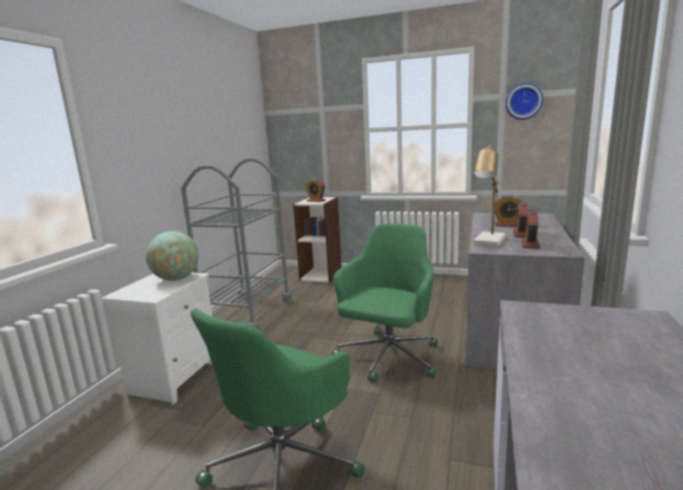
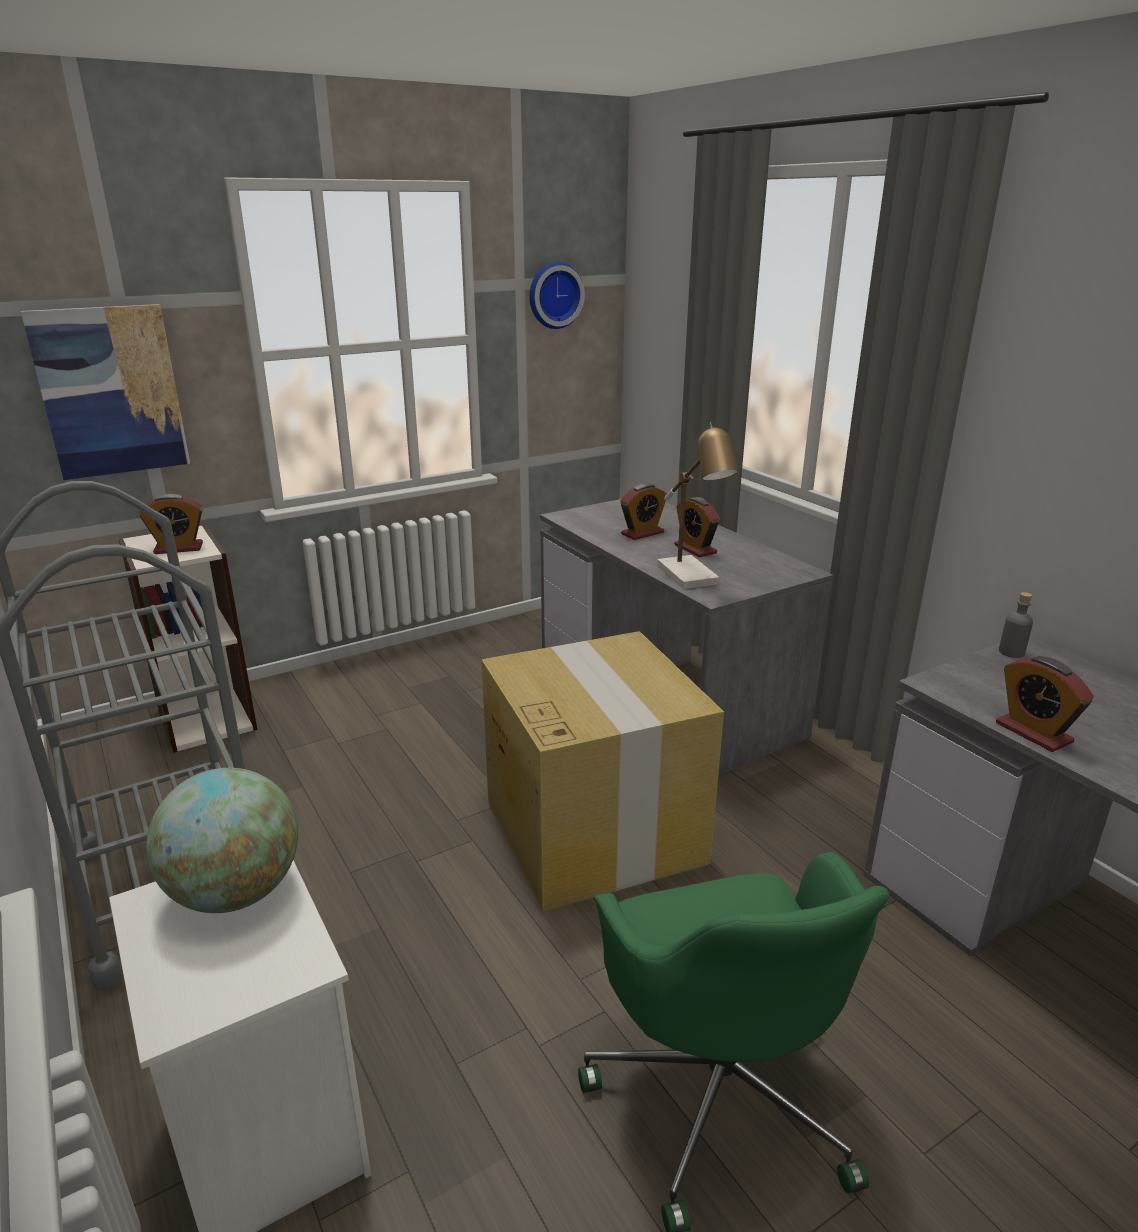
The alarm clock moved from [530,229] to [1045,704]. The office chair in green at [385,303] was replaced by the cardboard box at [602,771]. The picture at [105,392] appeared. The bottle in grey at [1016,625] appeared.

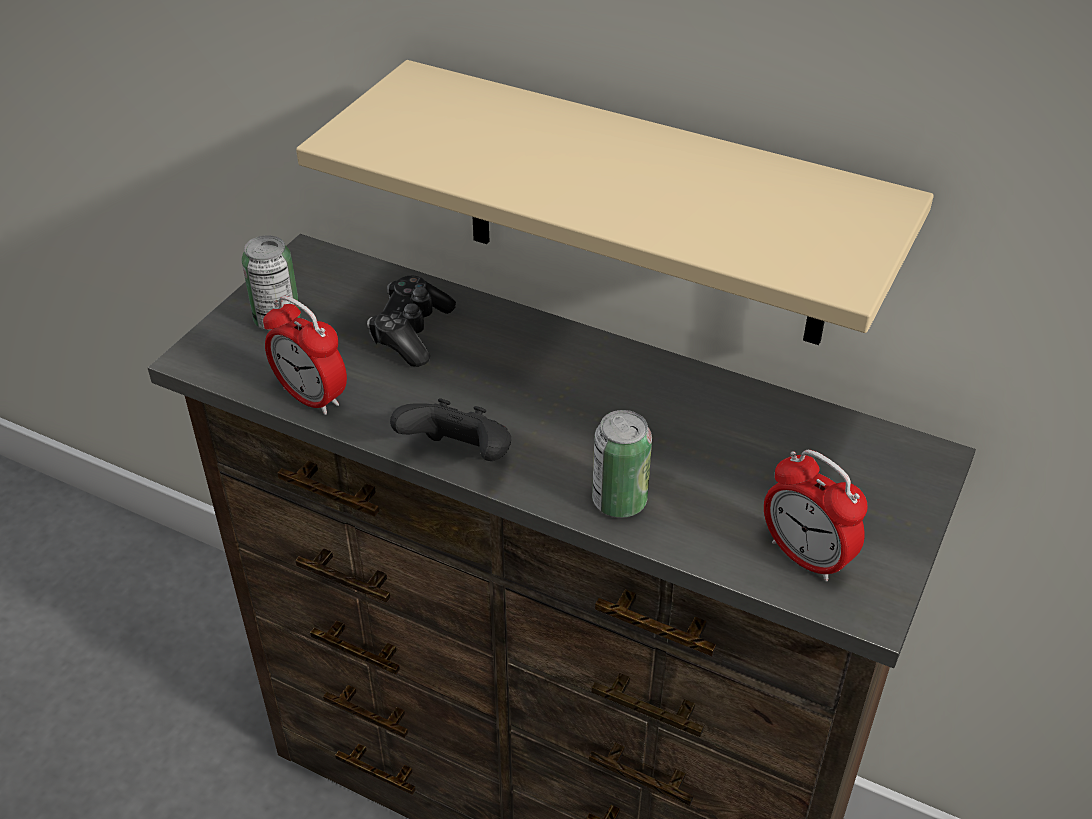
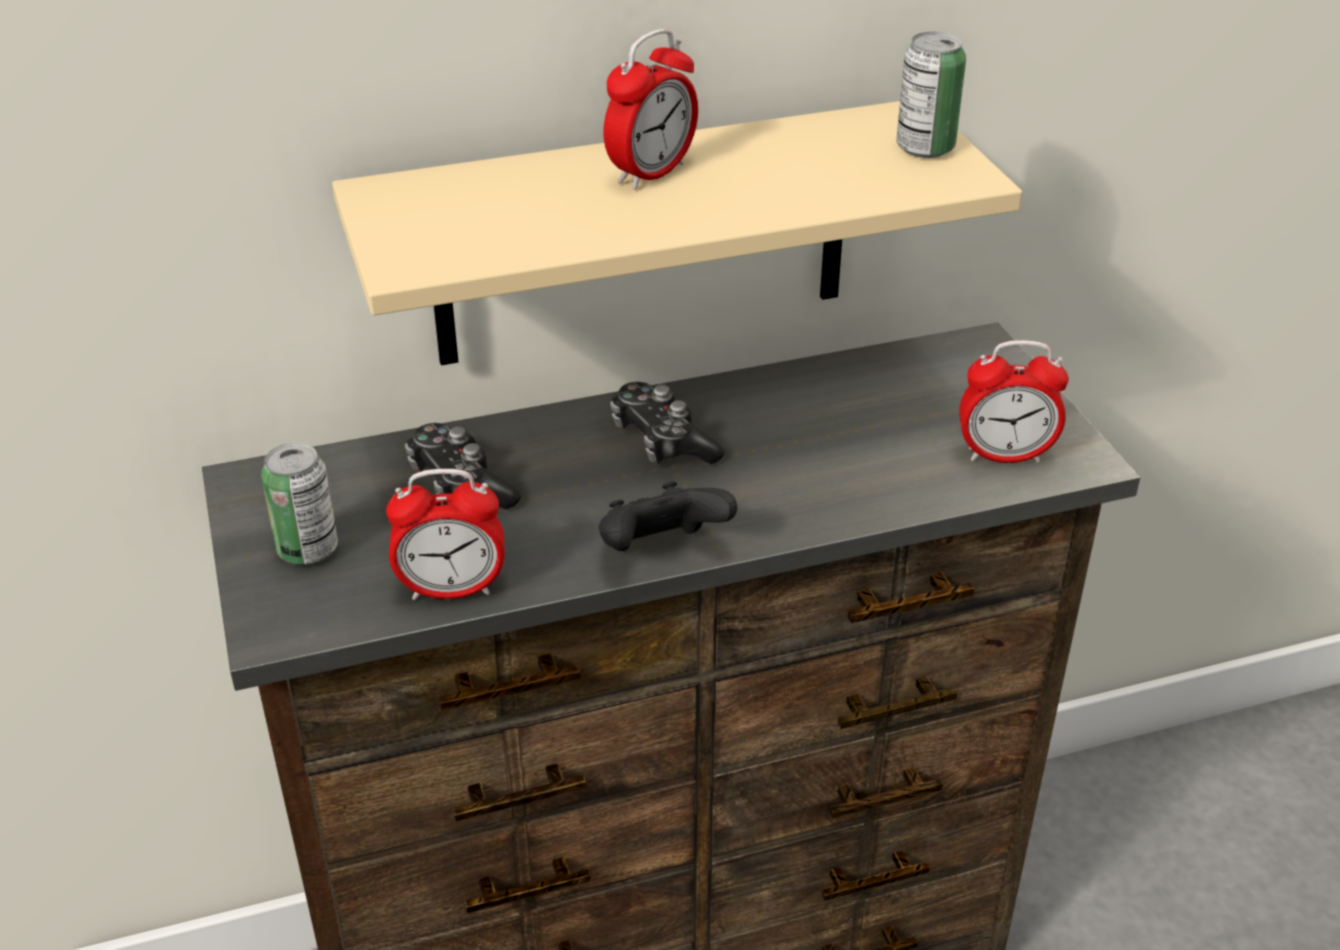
The can moved from [622,464] to [931,94]. The alarm clock at [650,109] appeared. The game controller at [667,423] appeared.

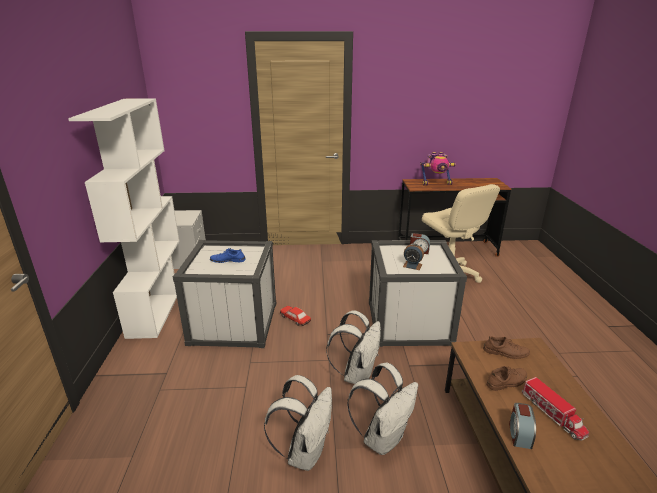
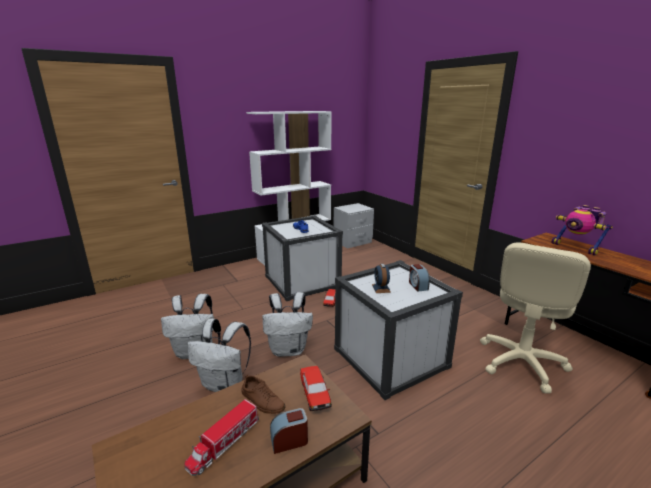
The shoe in brown at [506,347] was replaced by the toy car at [316,388]. The alarm clock moved from [522,426] to [289,431].

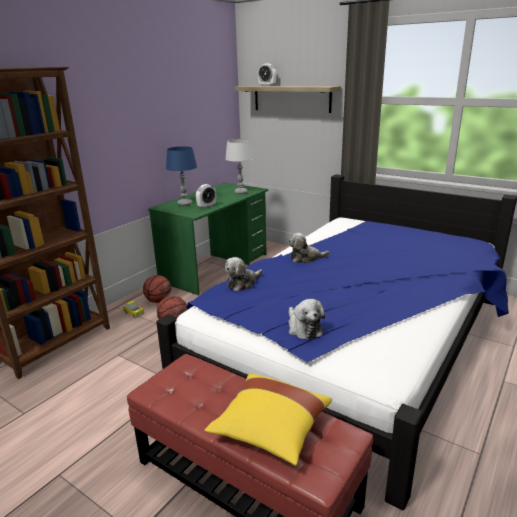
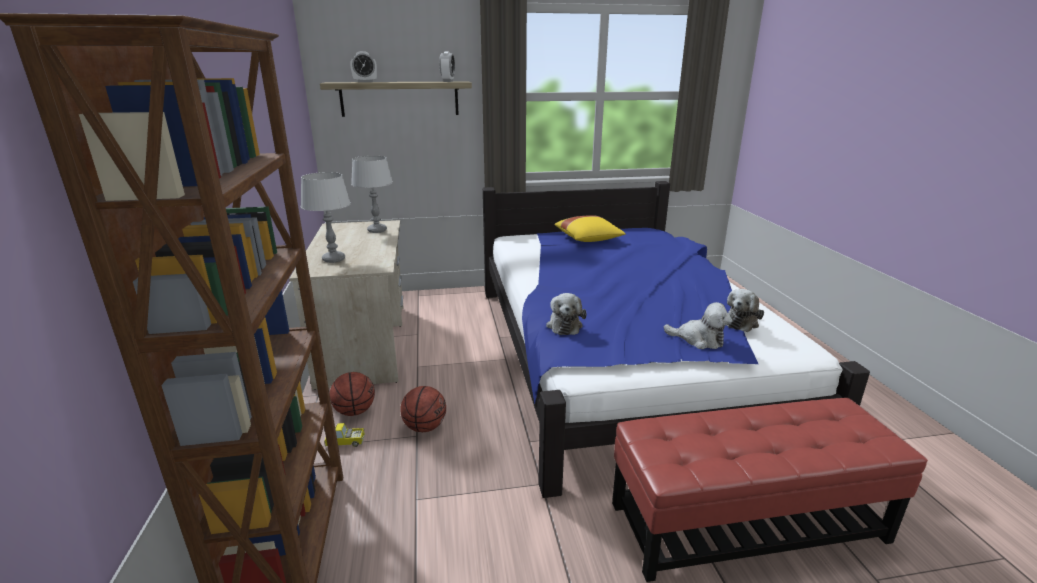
The table lamp in blue at [181,176] became the table lamp in grey at [326,217]. The desk in green at [208,239] became the desk in beige at [346,305]. The alarm clock moved from [206,196] to [447,67]. The plush toy moved from [309,248] to [745,310]. The pillow in yellow moved from [268,420] to [590,228].

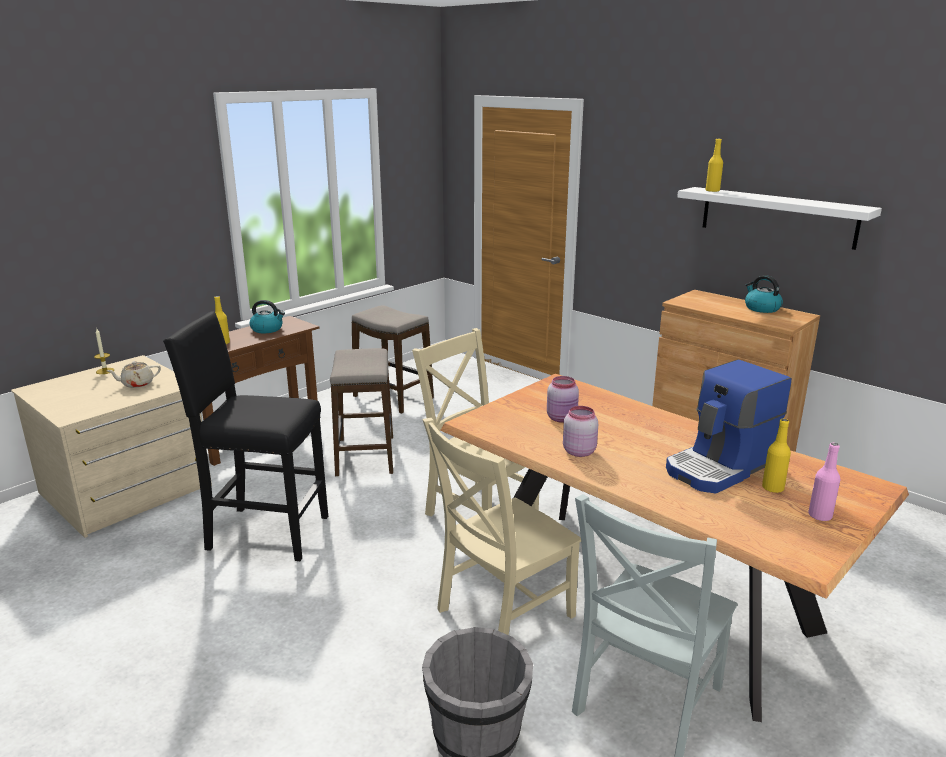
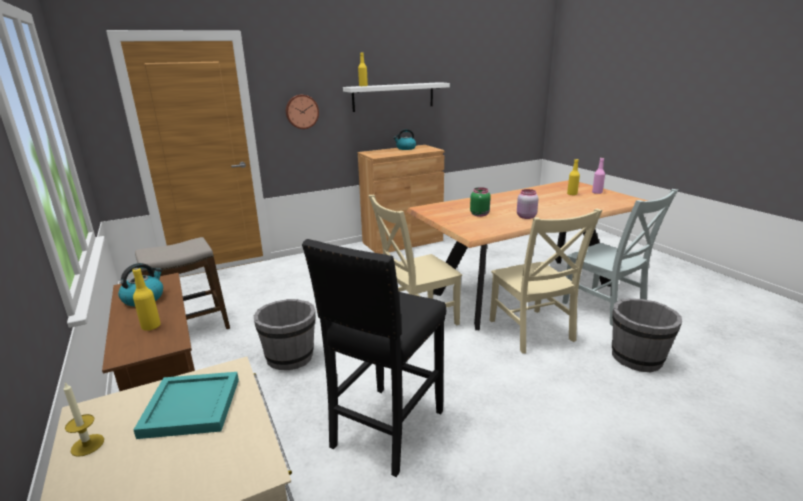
The stool at [361,412] was replaced by the bucket in grey at [284,334]. The coffee machine at [729,426] disappeared. The teapot in beige at [133,374] was replaced by the tray in turquoise at [186,405]. The jar in pink at [563,399] became the jar in green at [480,202]. The wall clock at [302,112] appeared.

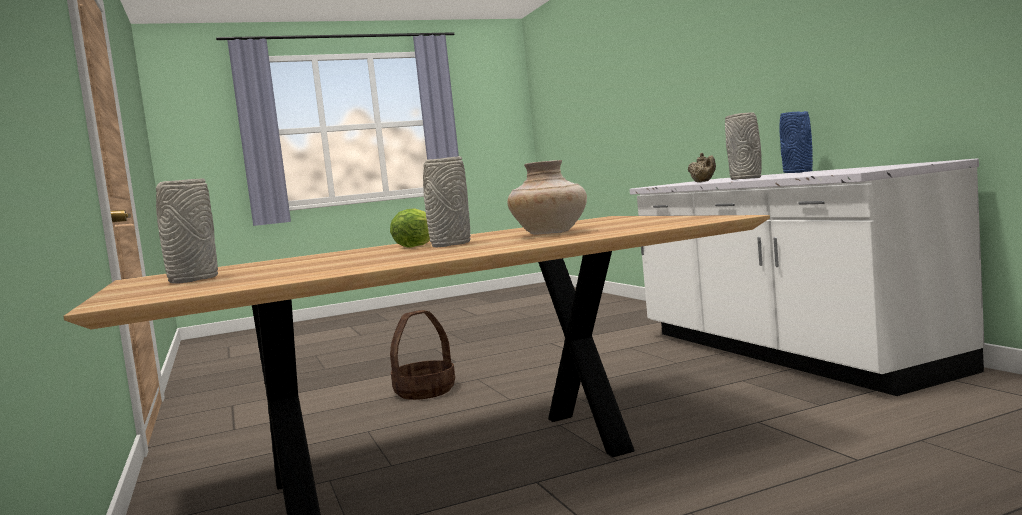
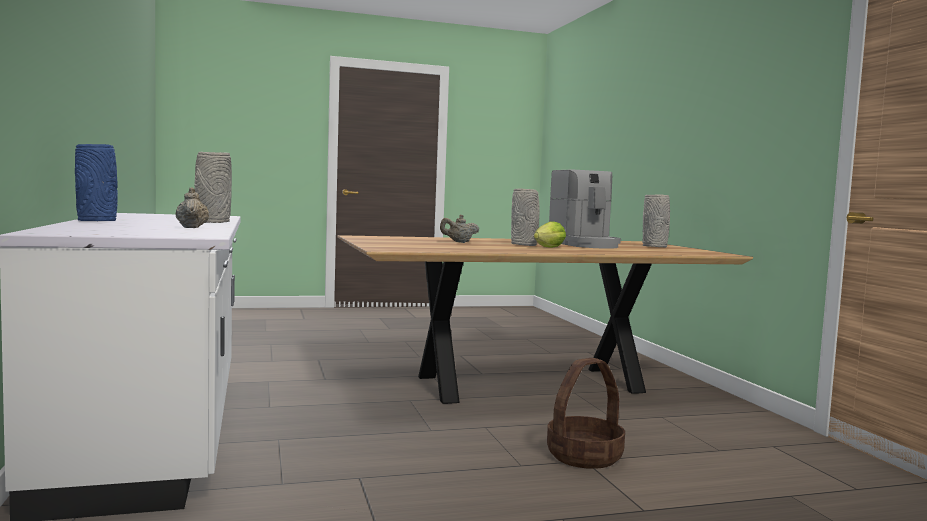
The vase in beige at [547,197] was replaced by the teapot in beige at [459,229]. The coffee machine at [585,209] appeared.

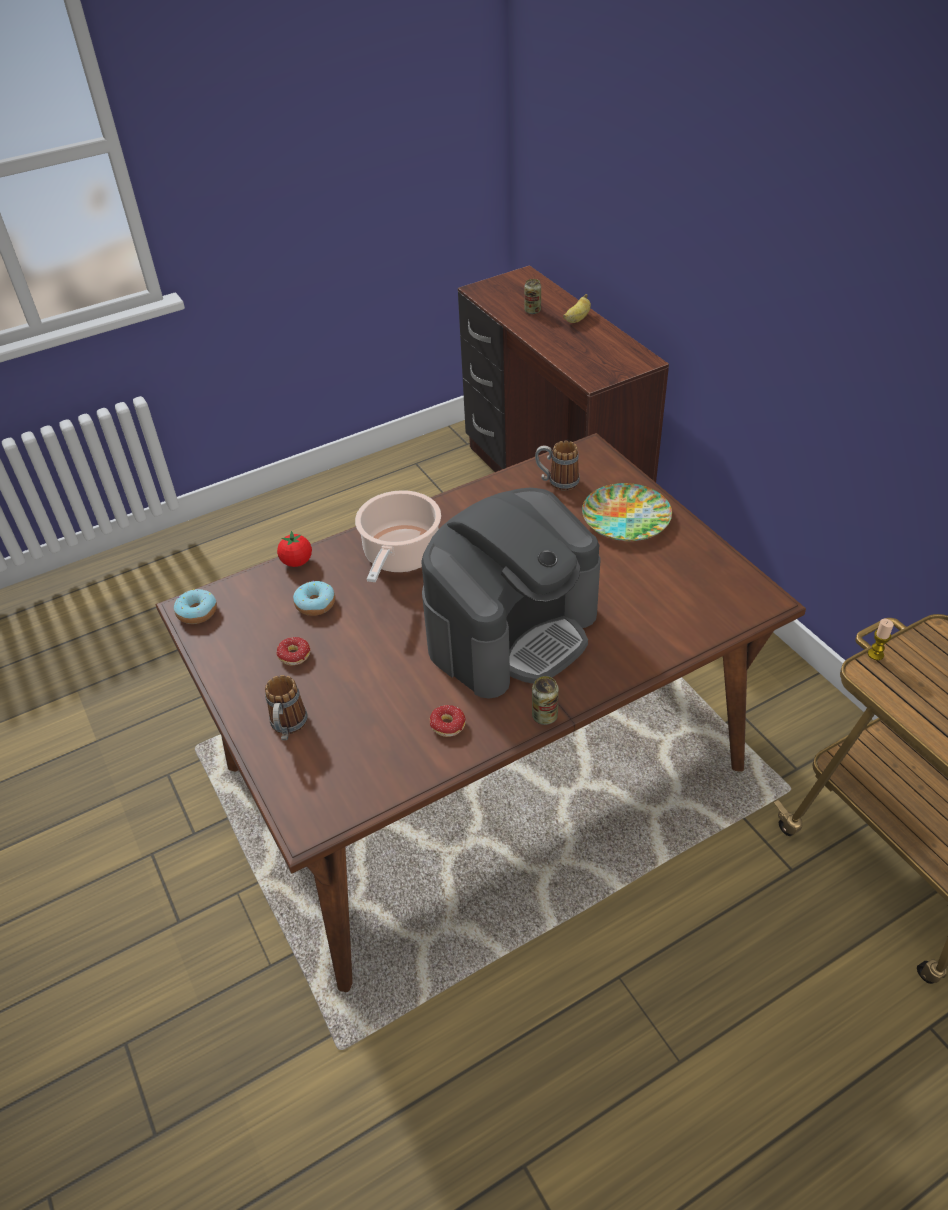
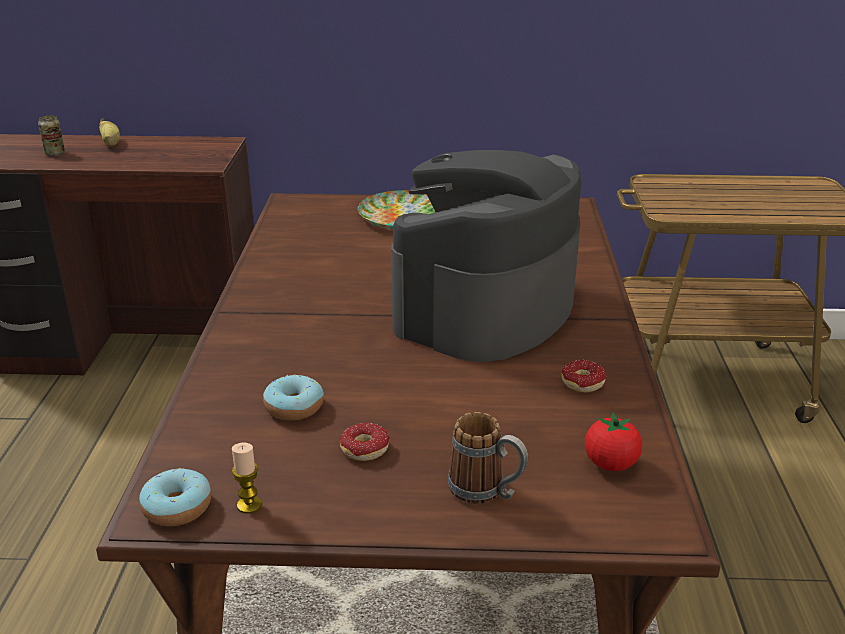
The mug at [557,466] disappeared. The coffee machine at [511,593] turned 135 degrees counterclockwise. The cooking pot at [398,536] disappeared. The tomato moved from [294,549] to [613,441]. The candle moved from [881,639] to [247,478]. The can at [545,700] disappeared.

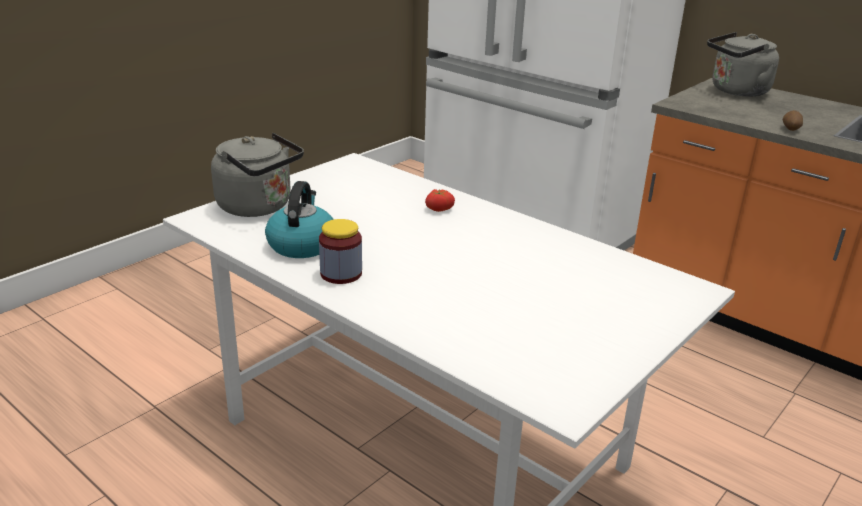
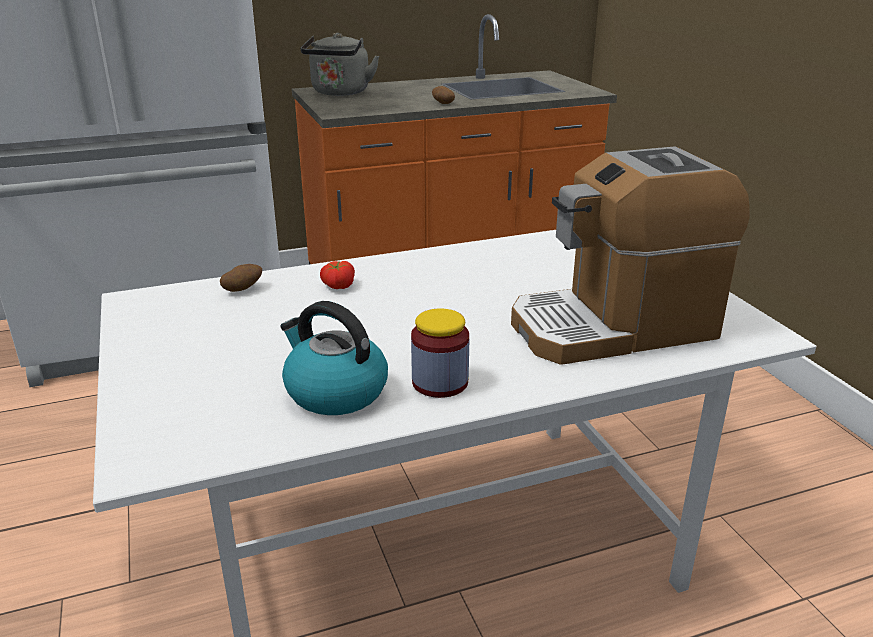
The kettle in grey at [257,175] disappeared. The coffee machine at [630,255] appeared. The potato at [241,278] appeared.

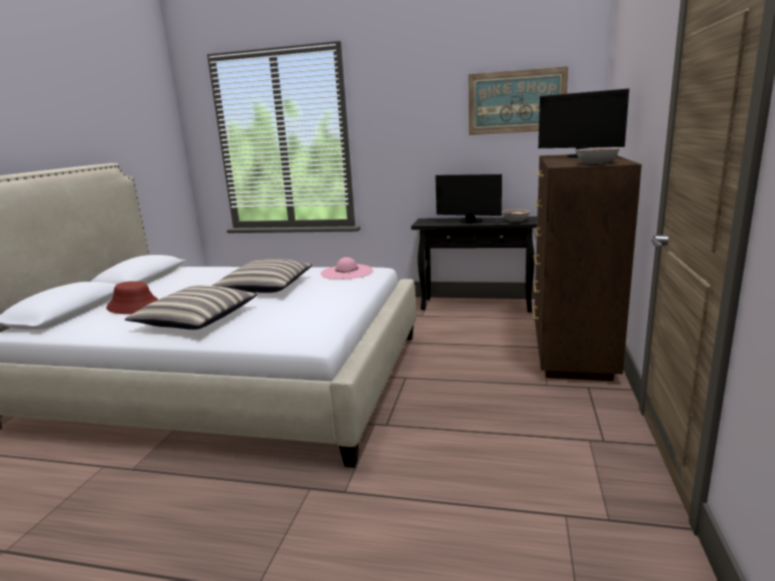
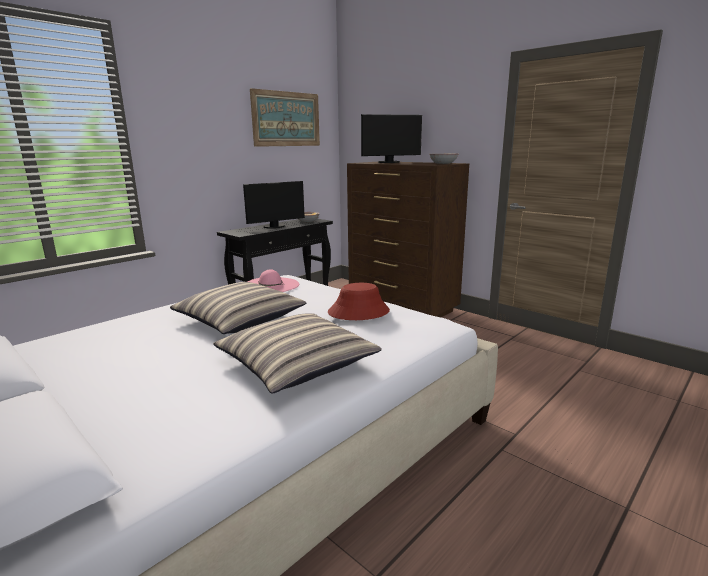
The hat in red moved from [132,297] to [359,301].

